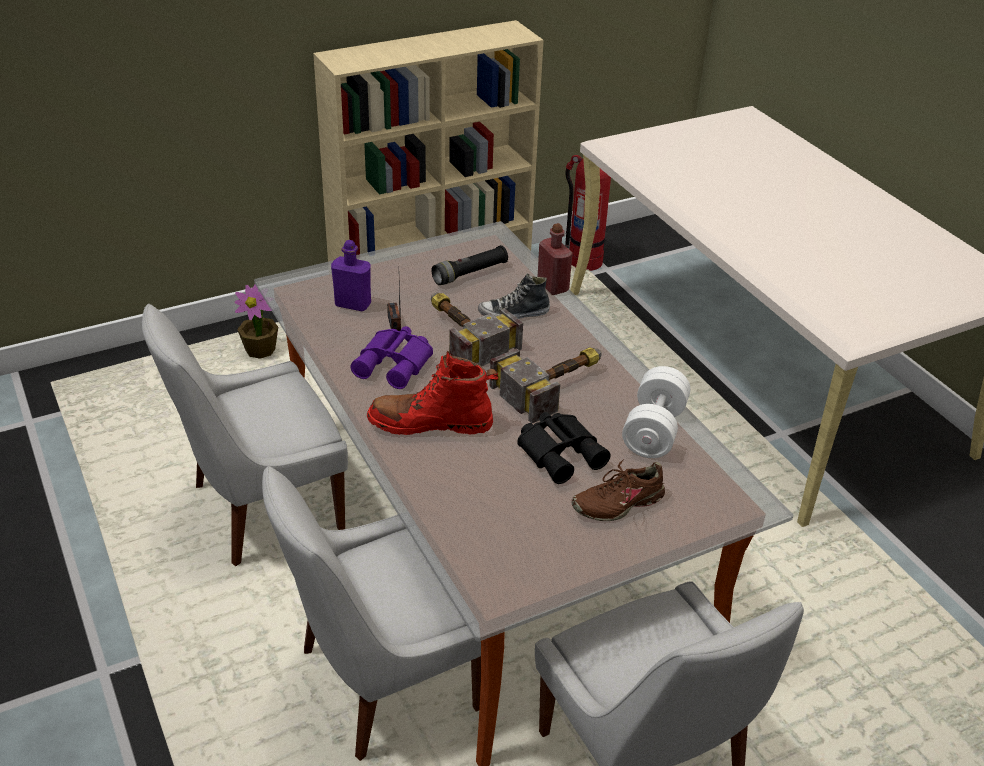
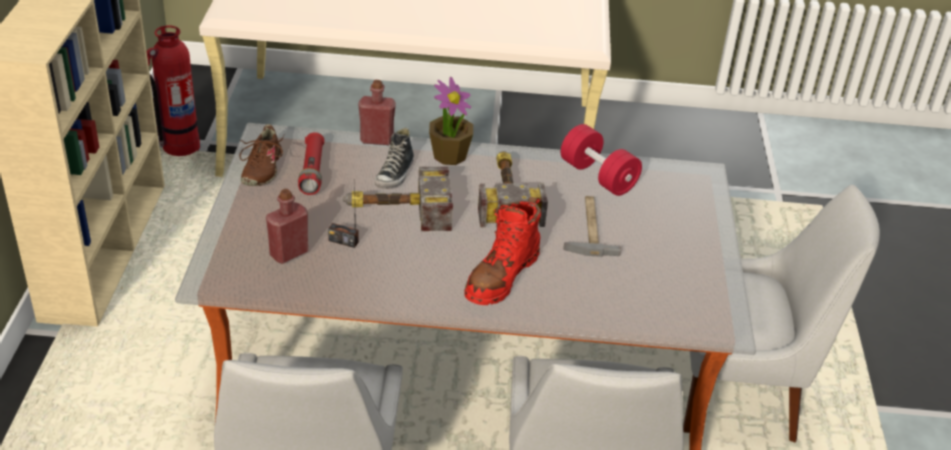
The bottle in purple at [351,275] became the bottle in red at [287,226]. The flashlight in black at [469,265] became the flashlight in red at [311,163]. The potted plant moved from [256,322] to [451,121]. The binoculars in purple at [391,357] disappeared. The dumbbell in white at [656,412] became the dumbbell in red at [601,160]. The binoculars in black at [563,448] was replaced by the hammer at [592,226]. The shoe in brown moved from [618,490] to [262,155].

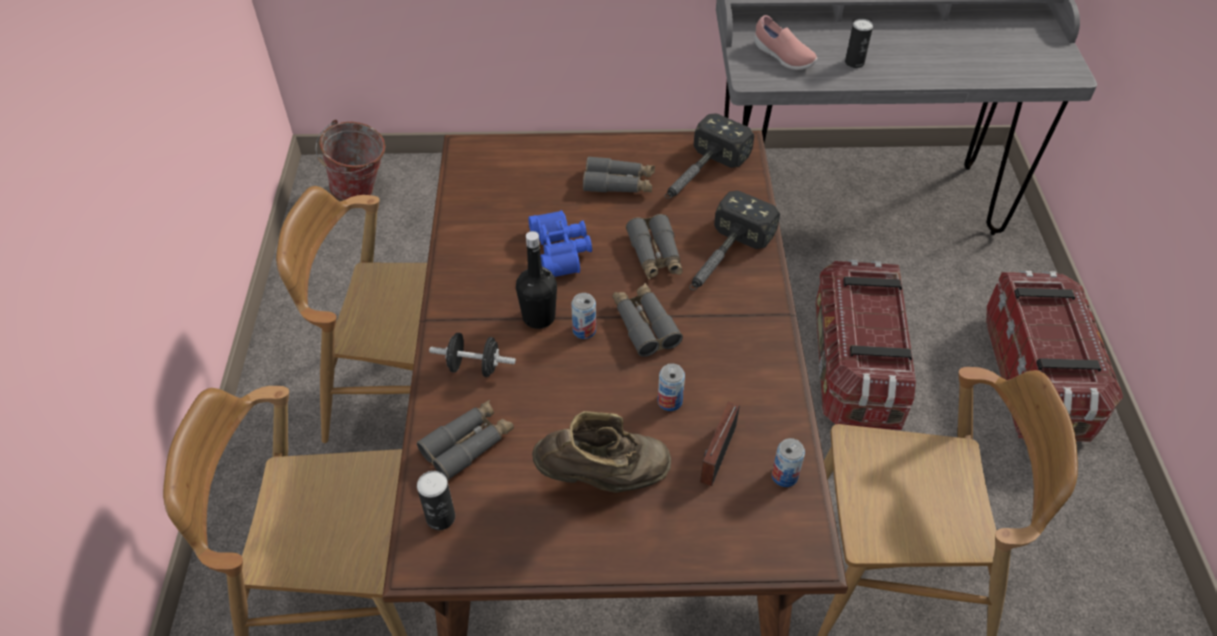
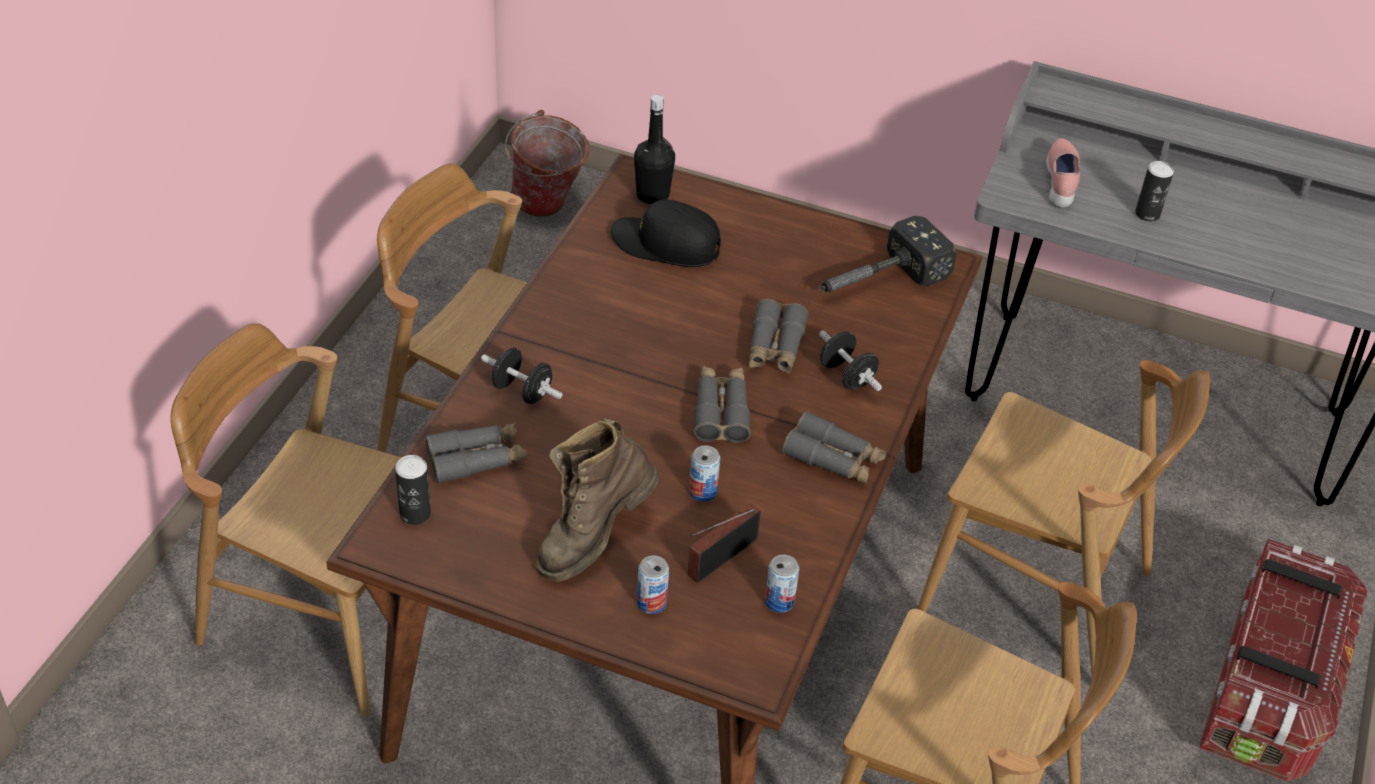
The shoe in pink at [785,42] turned 150 degrees counterclockwise. The binoculars in grey moved from [619,174] to [834,447]. The hammer at [734,240] was replaced by the dumbbell in black at [850,360]. The binoculars in blue at [560,243] disappeared. The bottle in black moved from [536,280] to [654,149]. The storage box at [865,345] was replaced by the chair in brown at [1063,517]. The can moved from [583,316] to [653,585]. The boot in brown at [601,452] turned 120 degrees clockwise. The cap in black at [666,233] appeared.

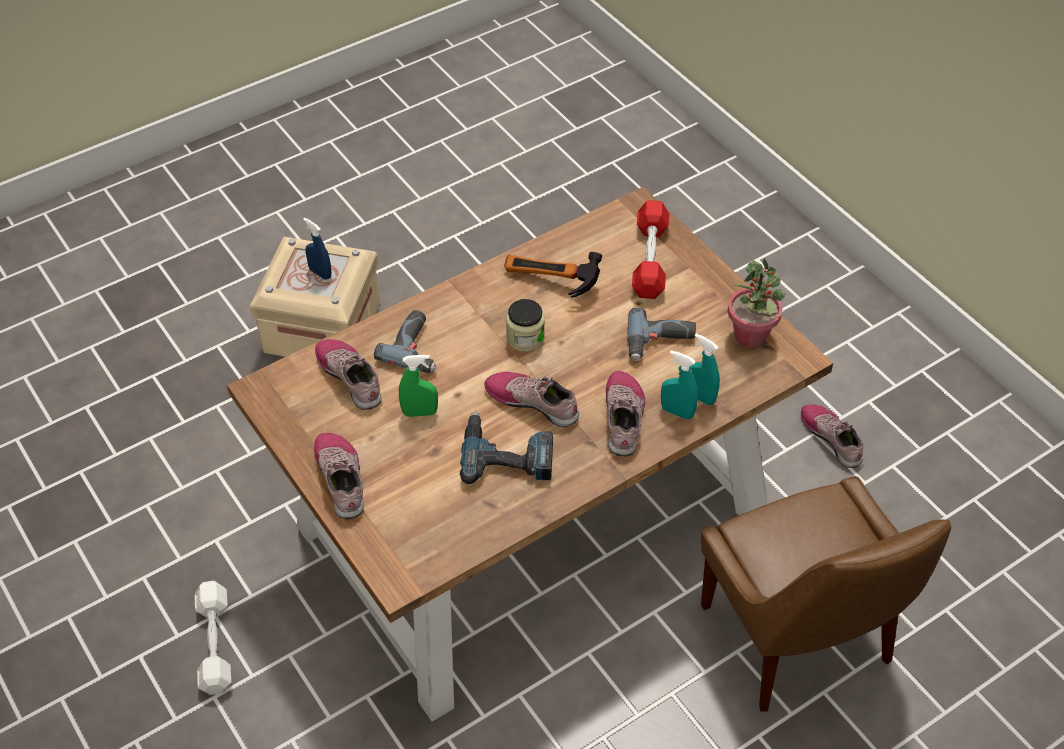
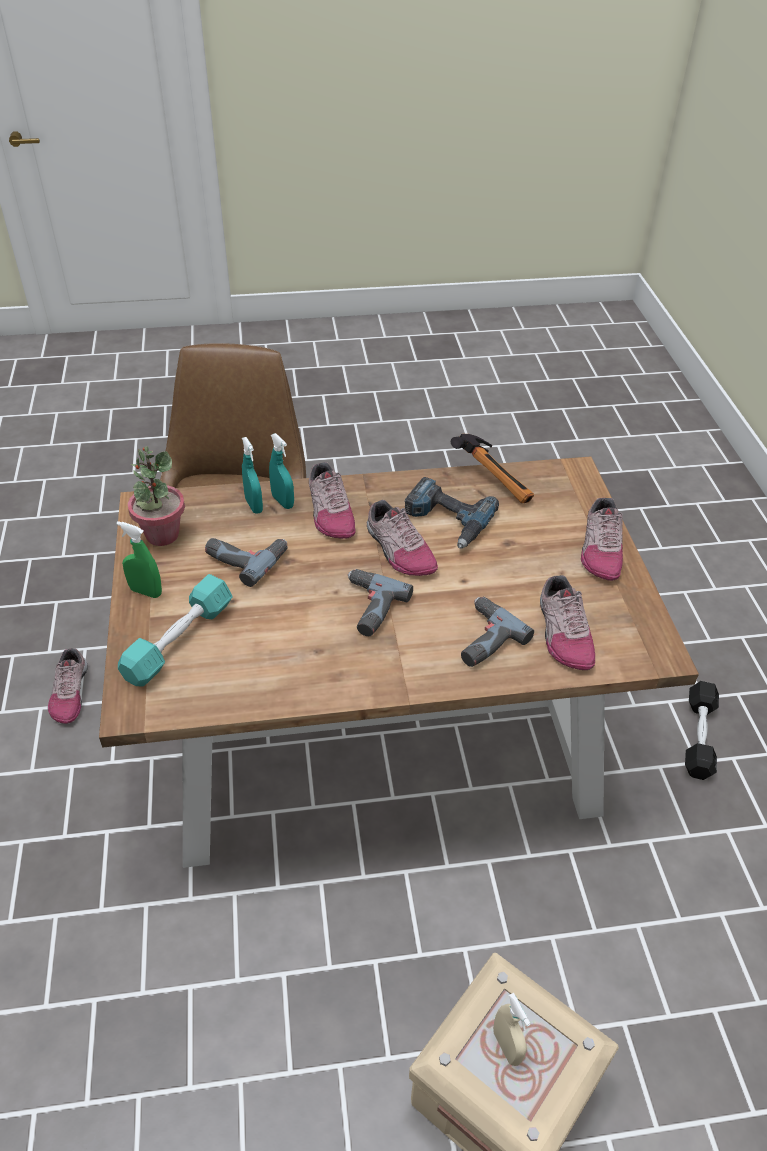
The dumbbell in red at [650,249] became the dumbbell in turquoise at [175,630]. The spray bottle in blue at [317,249] became the spray bottle in beige at [512,1029]. The hammer moved from [553,275] to [492,468]. The jar at [525,325] was replaced by the power drill at [380,602]. The spray bottle in green moved from [418,386] to [139,559]. The shoe at [625,414] turned 45 degrees counterclockwise. The dumbbell in white at [213,638] became the dumbbell in black at [702,730].

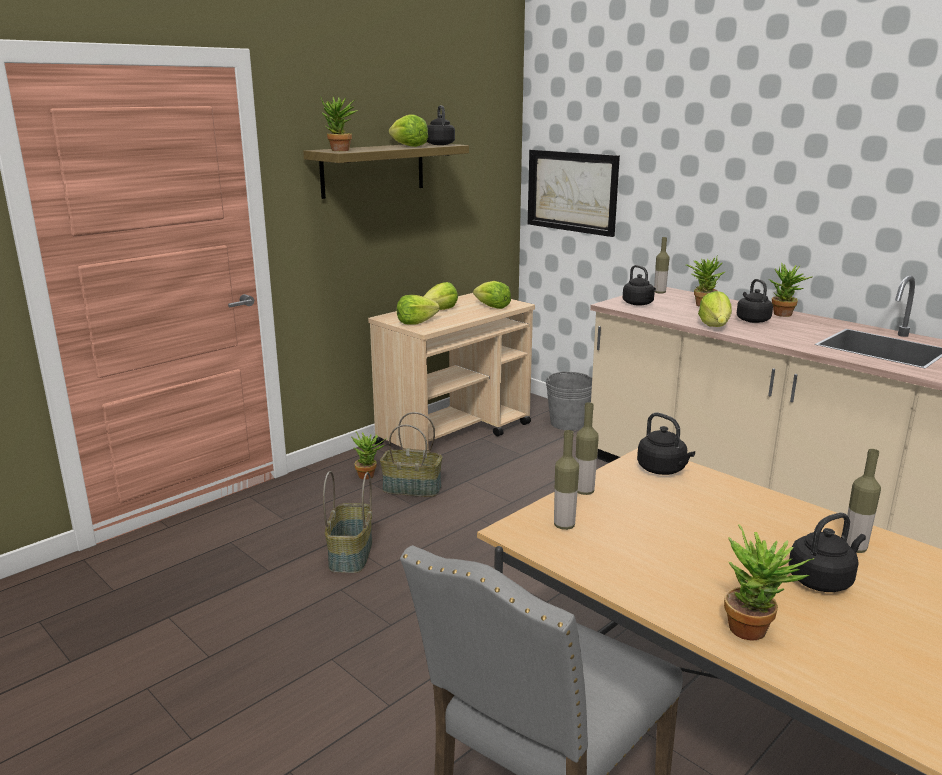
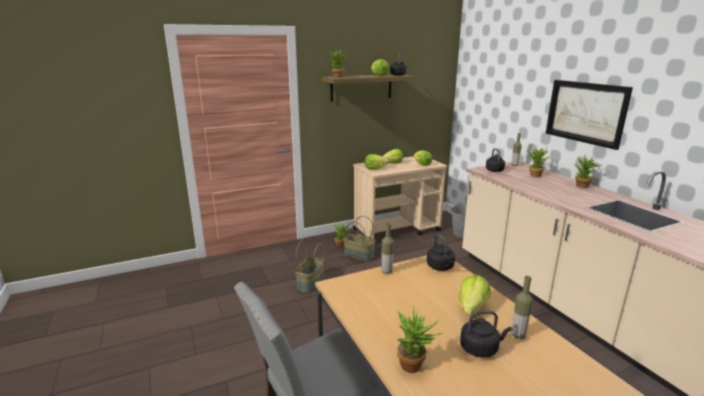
The picture moved from [574,193] to [589,115]. The kettle in black at [755,301] disappeared. The lettuce moved from [715,309] to [475,295]. The bottle at [566,480] disappeared.

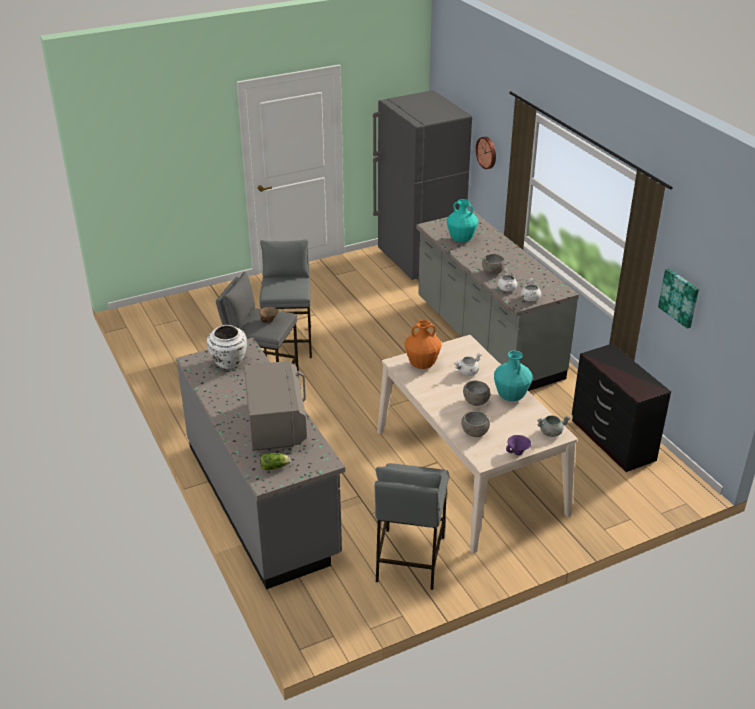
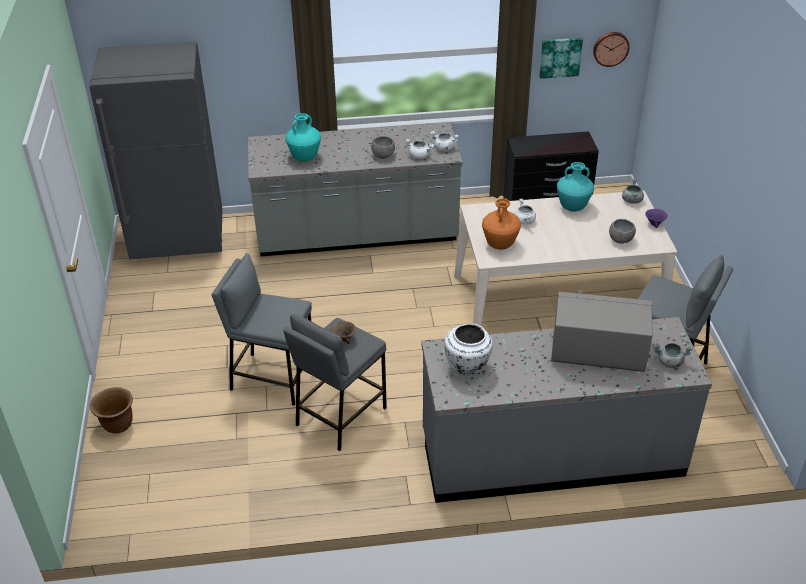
The wall clock moved from [486,153] to [611,49]. The bowl in grey at [477,393] disappeared. The lettuce at [275,461] was replaced by the cooking pot in grey at [673,355]. The planter in brown at [111,410] appeared.

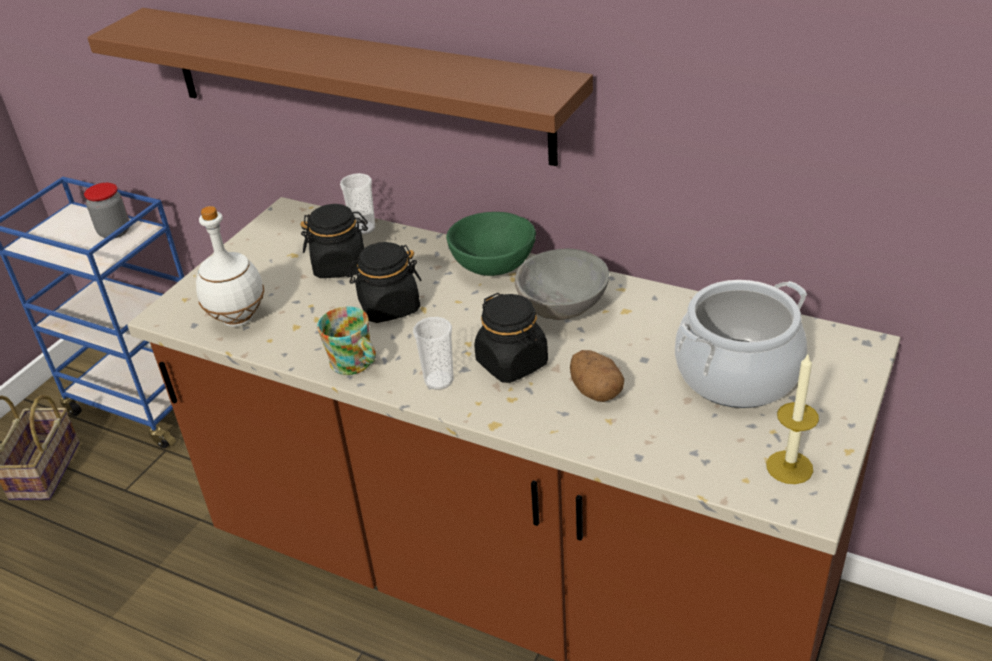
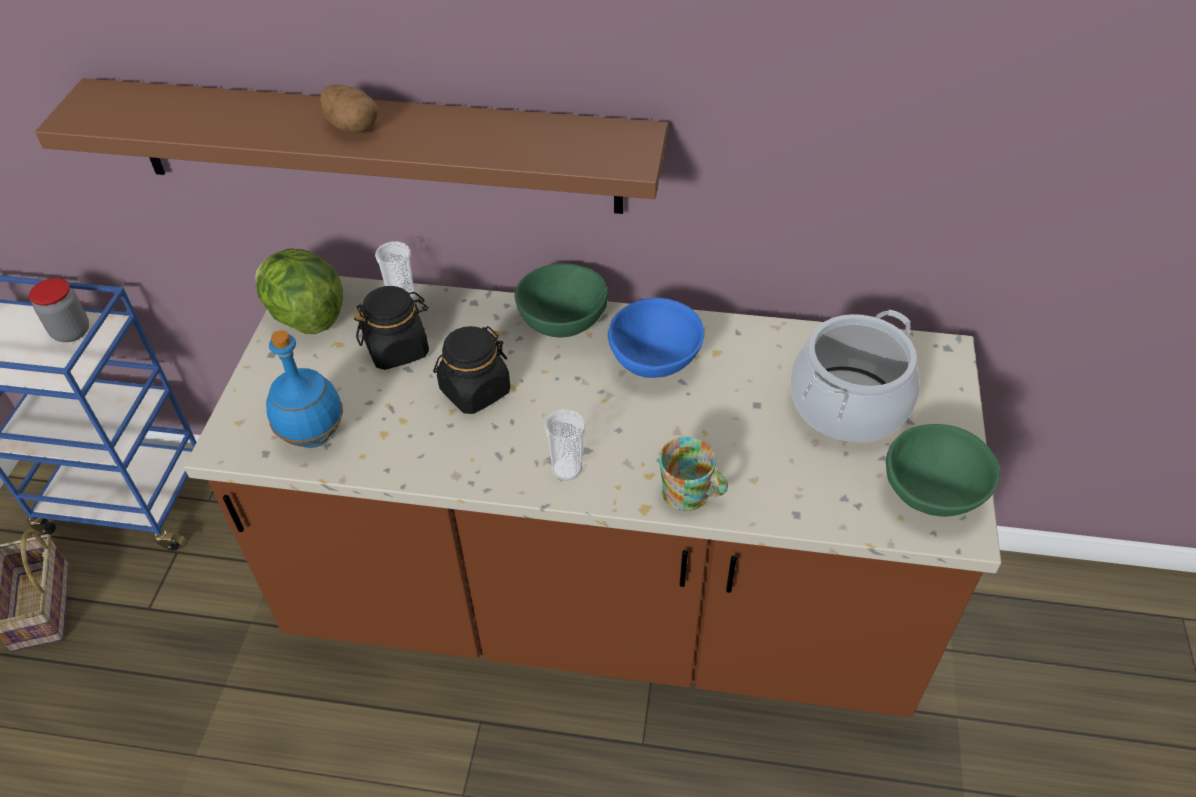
The bottle in white at [230,266] became the bottle in blue at [304,389]. The bowl in grey at [562,284] became the bowl in blue at [656,338]. The jar in black at [511,338] disappeared. The mug moved from [346,340] to [693,474]. The potato moved from [597,376] to [349,108]. The candle at [792,418] was replaced by the bowl in green at [943,470]. The lettuce at [299,291] appeared.

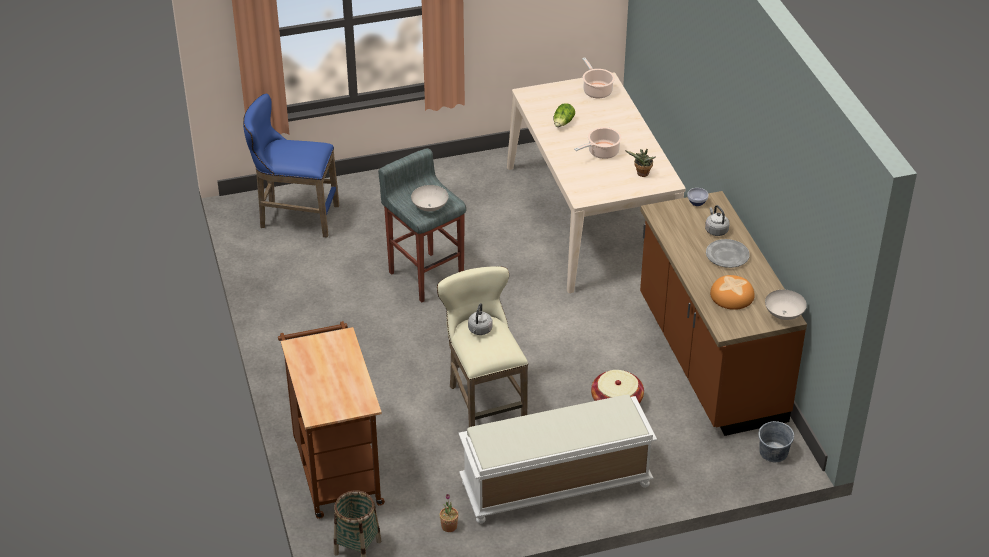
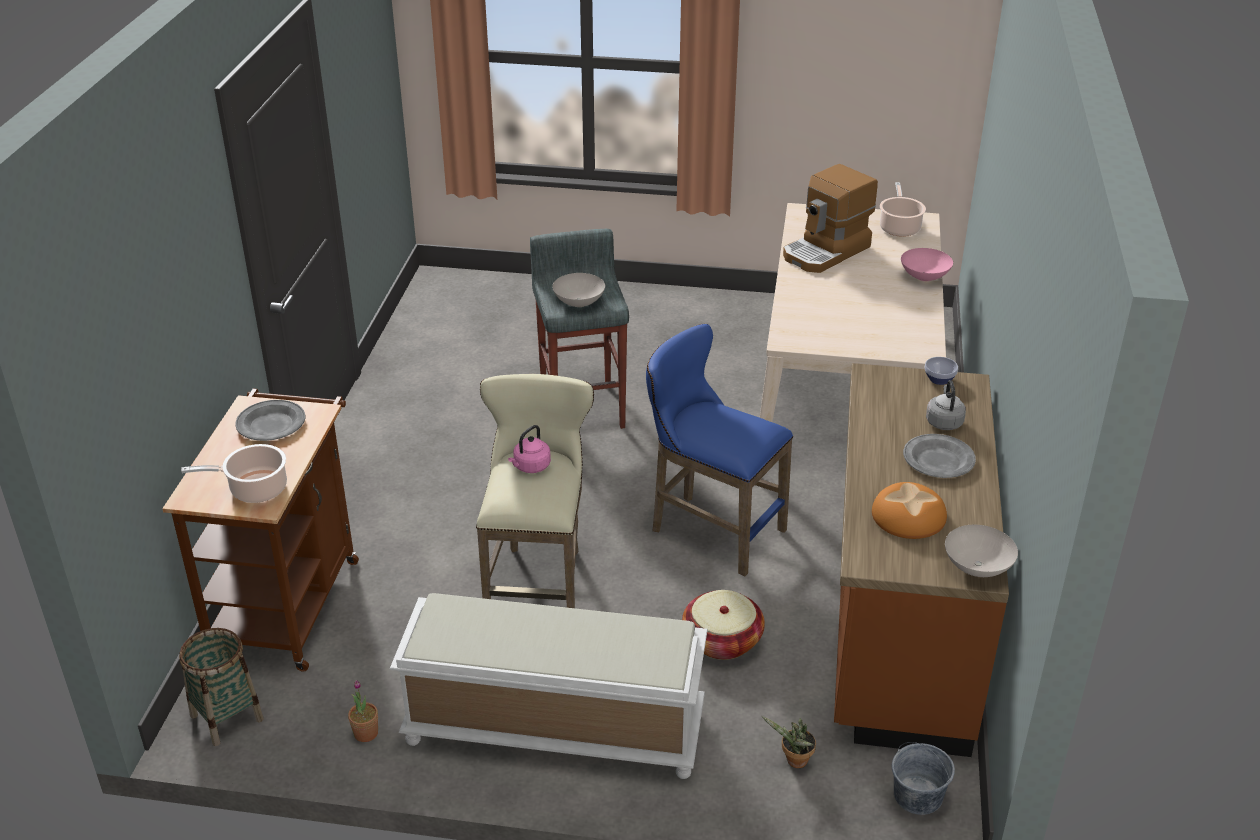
The stool in blue moved from [291,166] to [719,450]. The lettuce at [564,115] was replaced by the coffee machine at [830,218]. The cooking pot moved from [598,143] to [234,473]. The potted plant moved from [641,163] to [789,742]. The kettle in grey at [480,319] became the kettle in pink at [529,449]. The bowl in pink at [927,264] appeared. The plate in grey at [270,420] appeared.

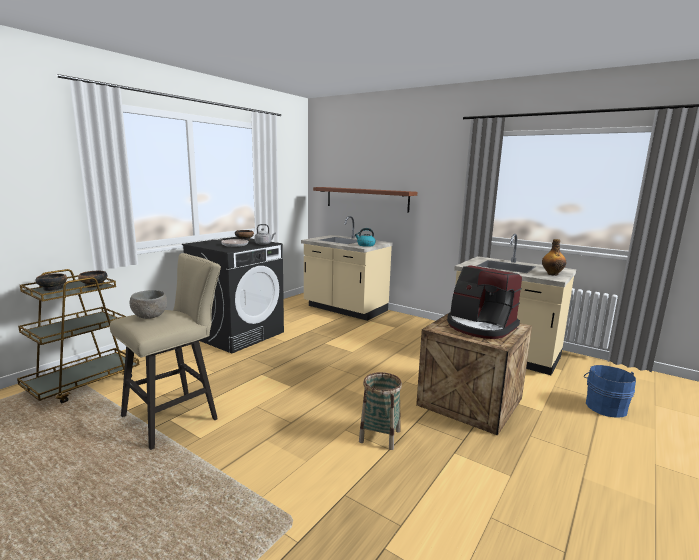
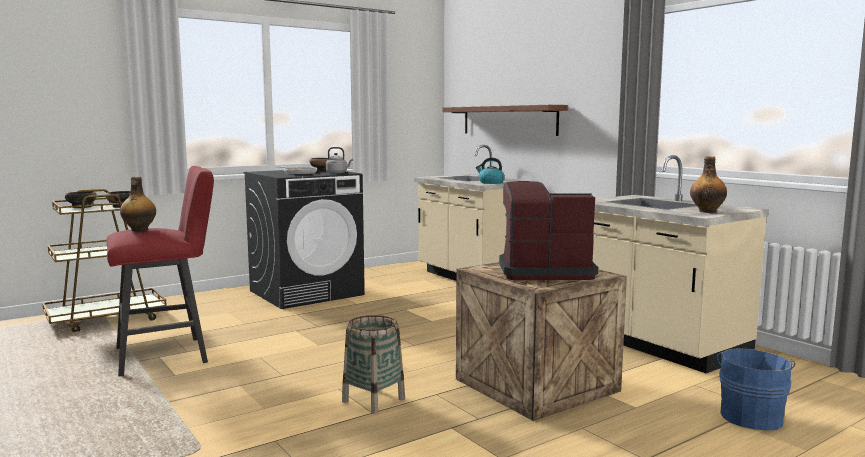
The stool in beige at [165,351] became the stool in red at [160,271]. The coffee machine at [484,302] turned 120 degrees clockwise. The bowl in grey at [148,304] was replaced by the bottle at [138,204].

